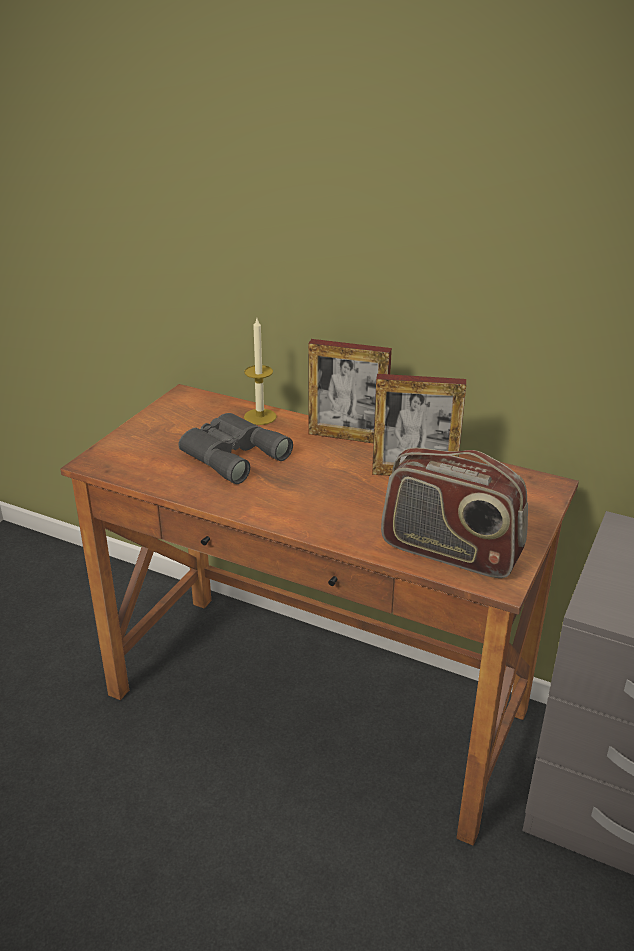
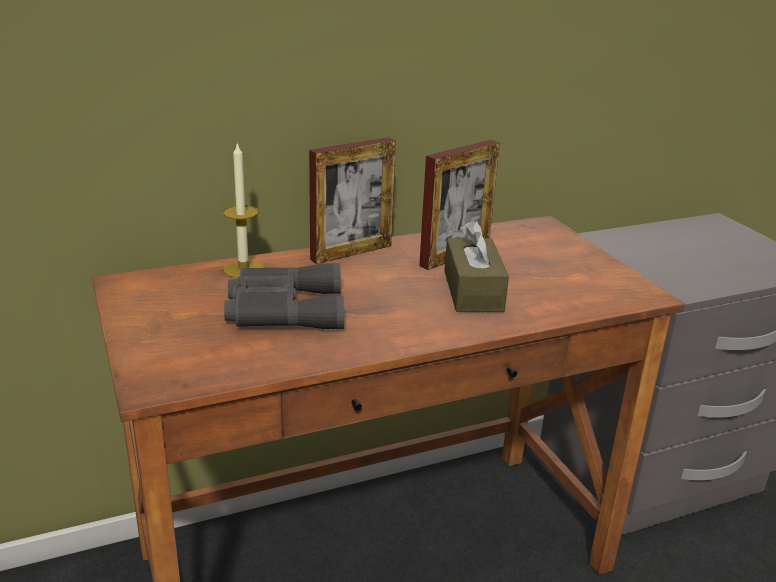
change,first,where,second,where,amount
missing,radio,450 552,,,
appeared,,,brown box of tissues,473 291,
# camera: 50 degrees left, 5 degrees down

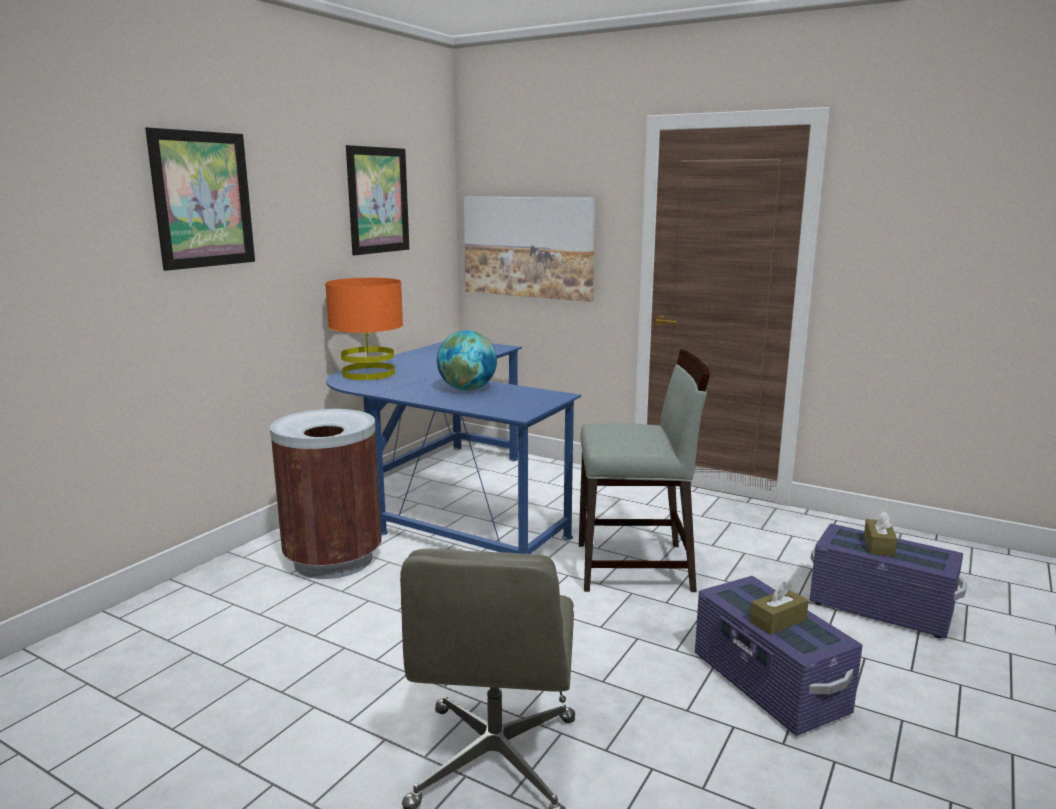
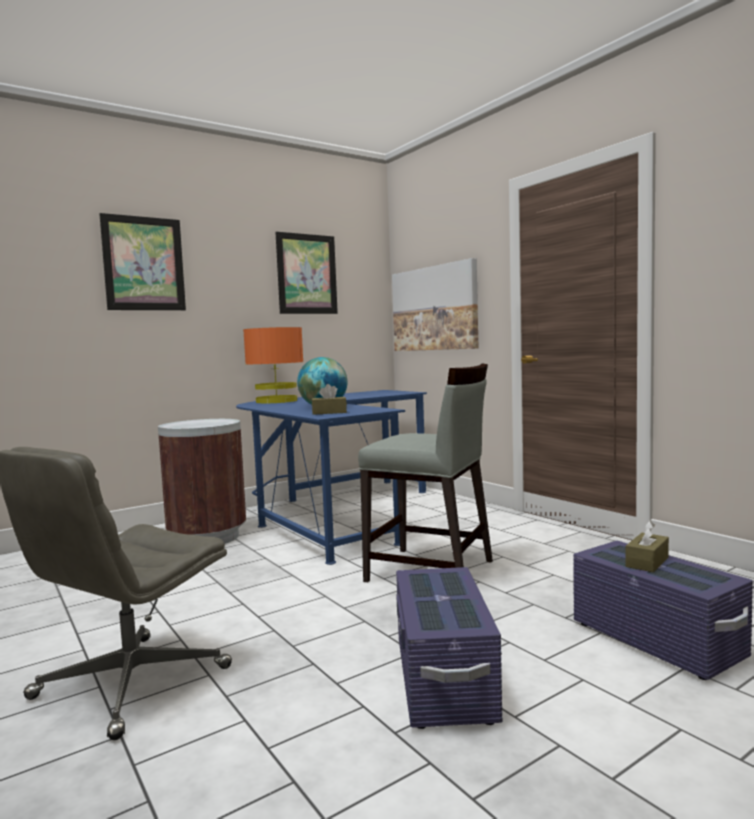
change,first,where,second,where,amount
relocated,brown box of tissues,777 621,,329 412,
# camera: 25 degrees right, 10 degrees down

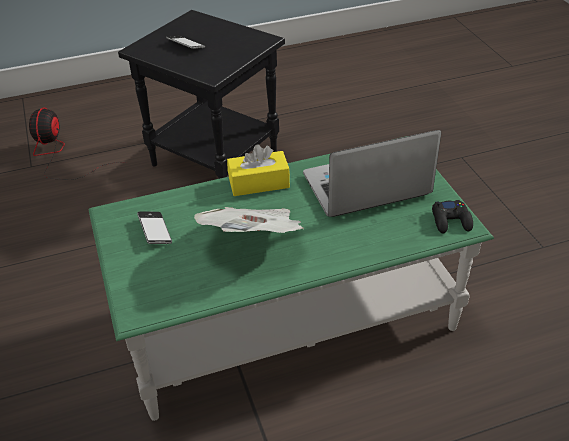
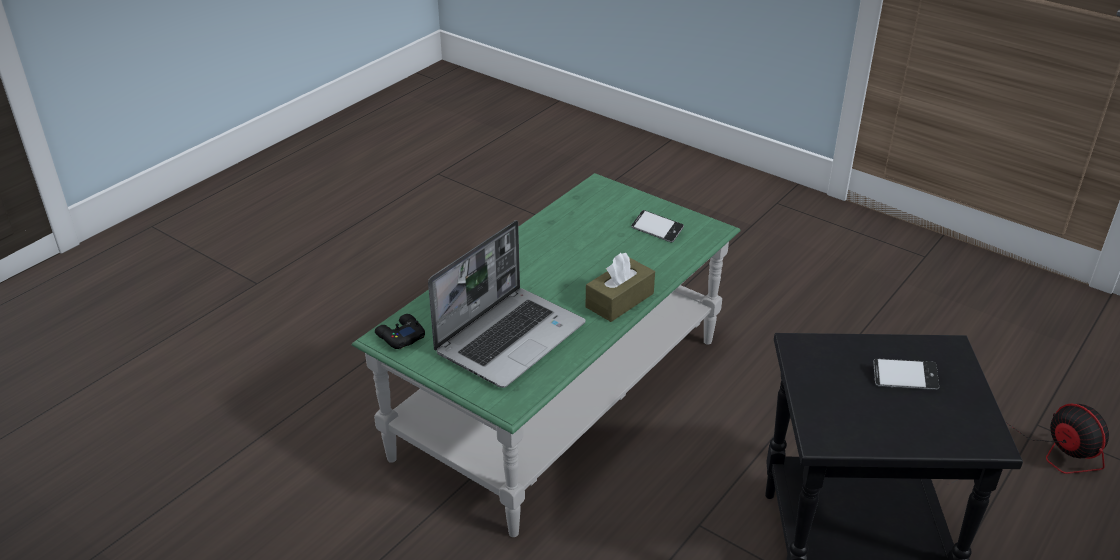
change,first,where,second,where,amount
missing,printed paper,254 240,,,
colour,yellow-coloured box of tissues,259 183,brown box of tissues,619 300,
# camera: 145 degrees right, 5 degrees down

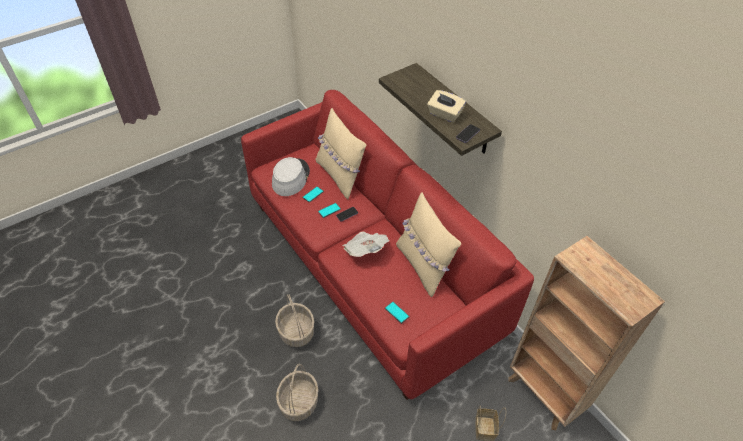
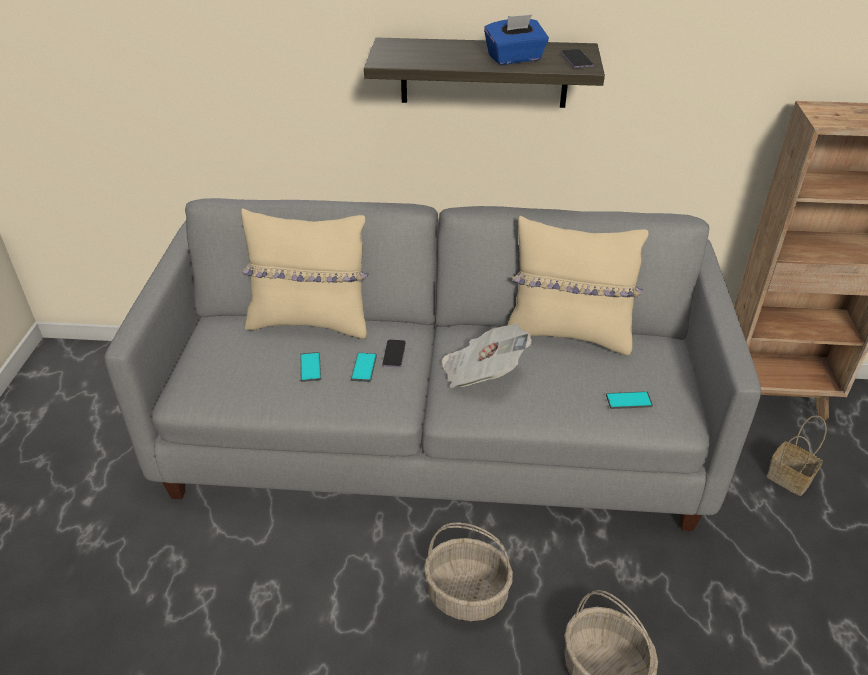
change,first,where,second,where,amount
colour,red-coloured sofa,371 266,greyish sofa,435 435,
missing,greyish wearable hat,290 178,,,
colour,sand-coloured box of tissues,444 114,bluish box of tissues,515 58,
# camera: 50 degrees left, 10 degrees down

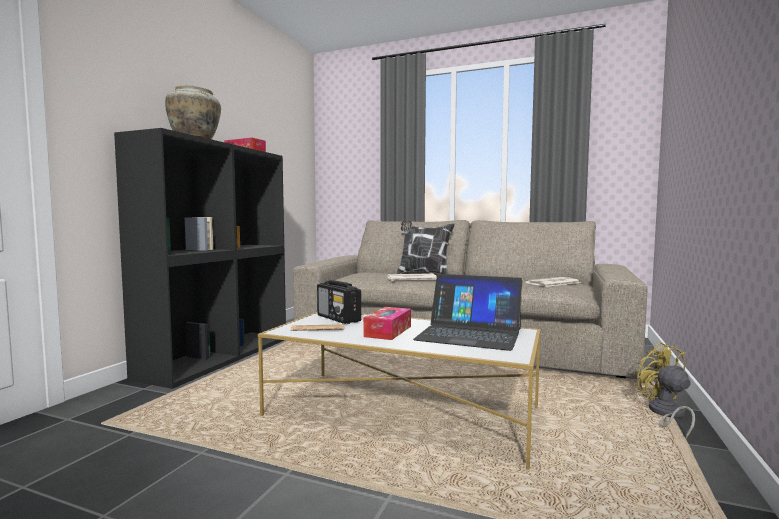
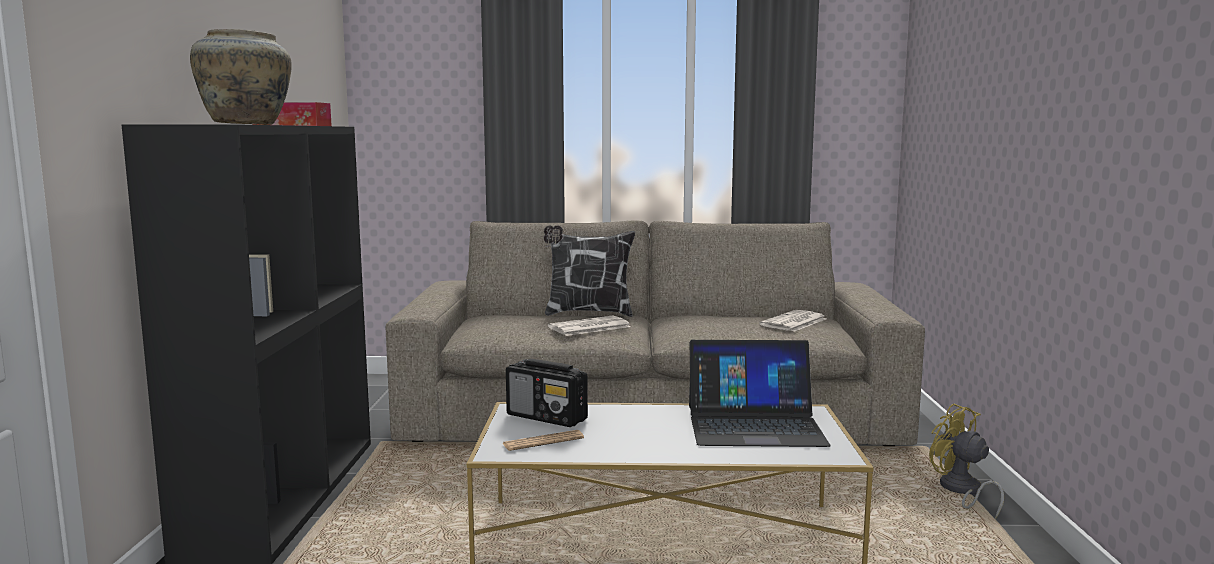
change,first,where,second,where,amount
missing,box of tissues,388 331,,,
# camera: 20 degrees left, 5 degrees up

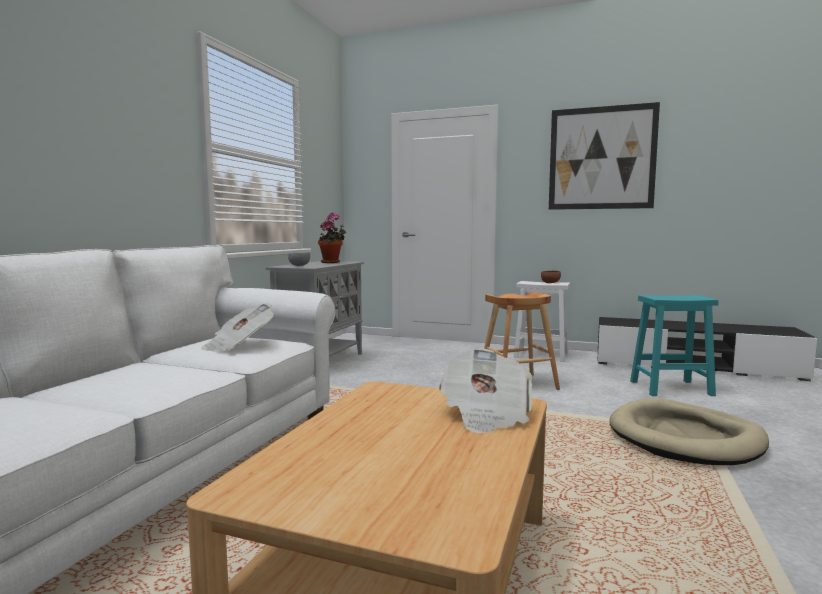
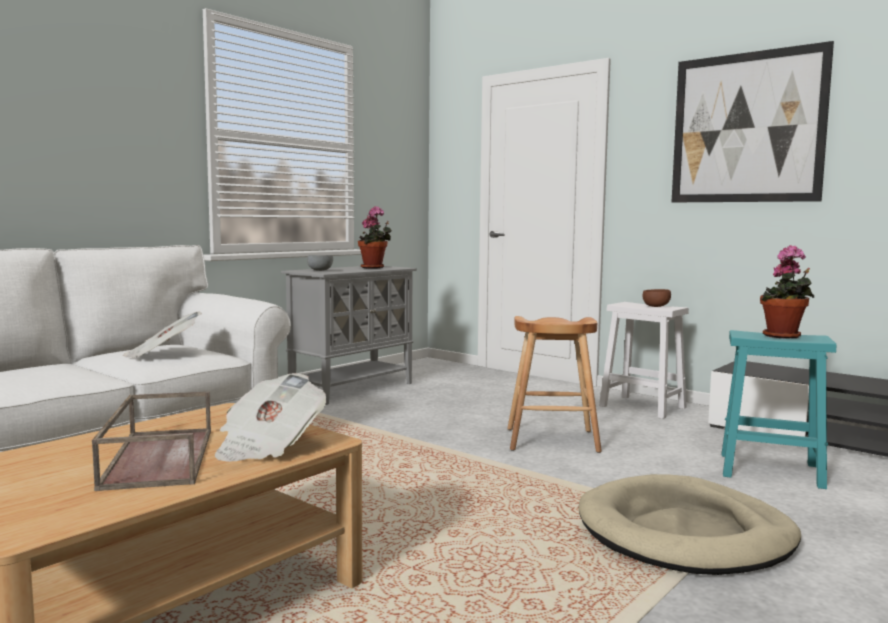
change,first,where,second,where,amount
appeared,,,brown carrying tray,158 457,
appeared,,,houseplant,783 336,
# camera: 20 degrees right, 0 degrees up

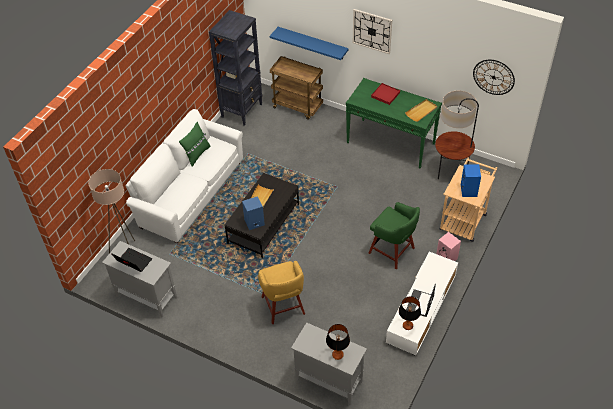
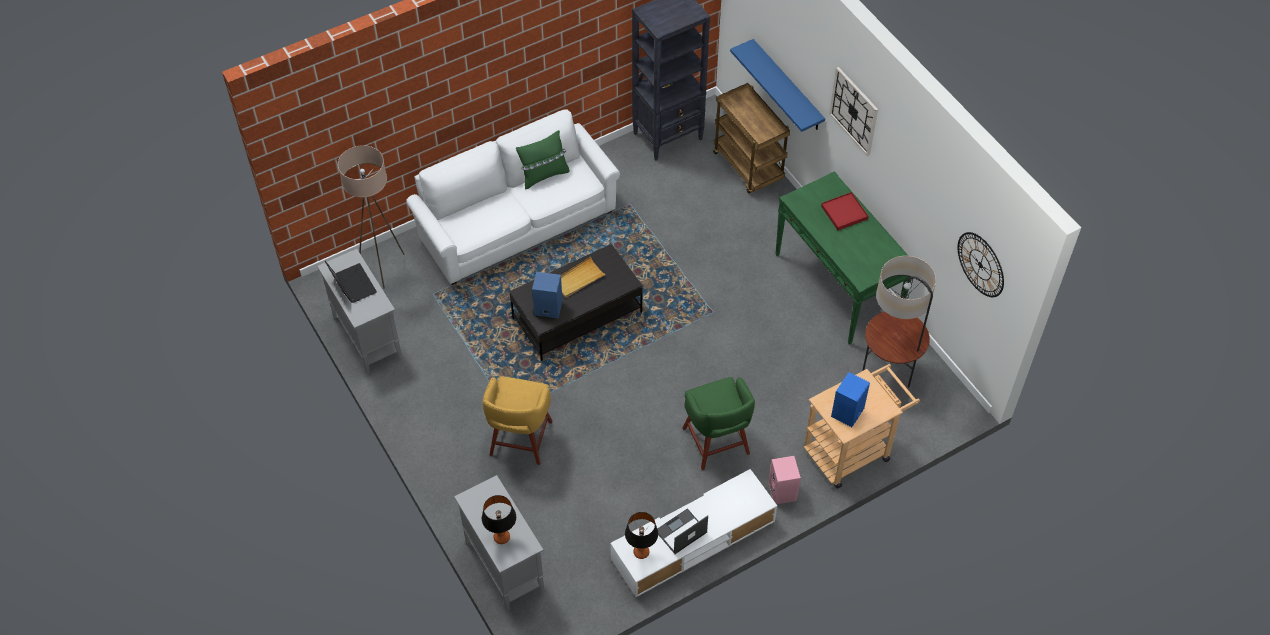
change,first,where,second,where,amount
missing,sand-coloured carrying tray,421 111,,,
# camera: 30 degrees right, 5 degrees up

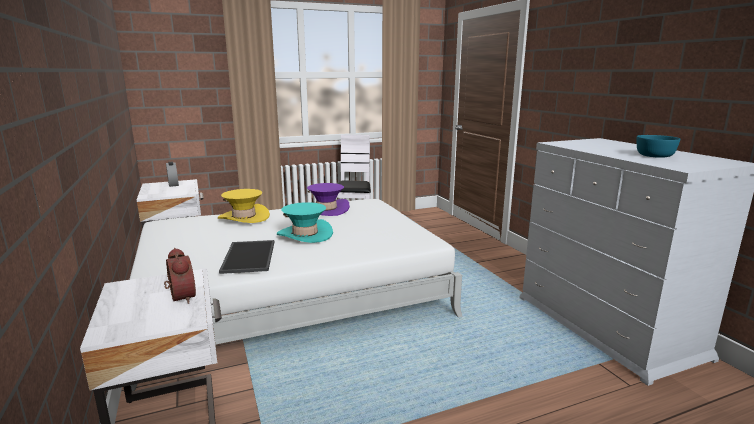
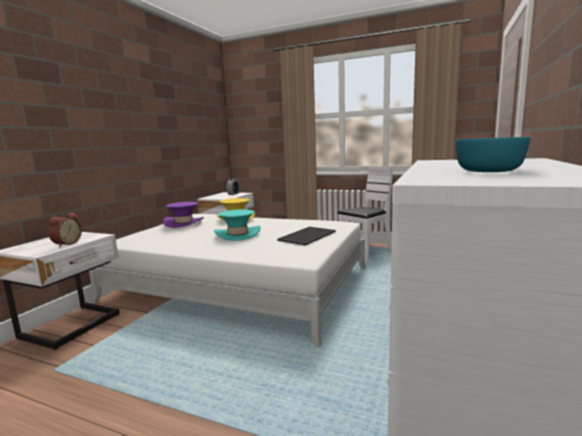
change,first,where,second,where,amount
relocated,carrying tray,247 256,,307 235,
relocated,purplish wearable hat,326 209,,184 223,
# camera: 45 degrees right, 5 degrees down

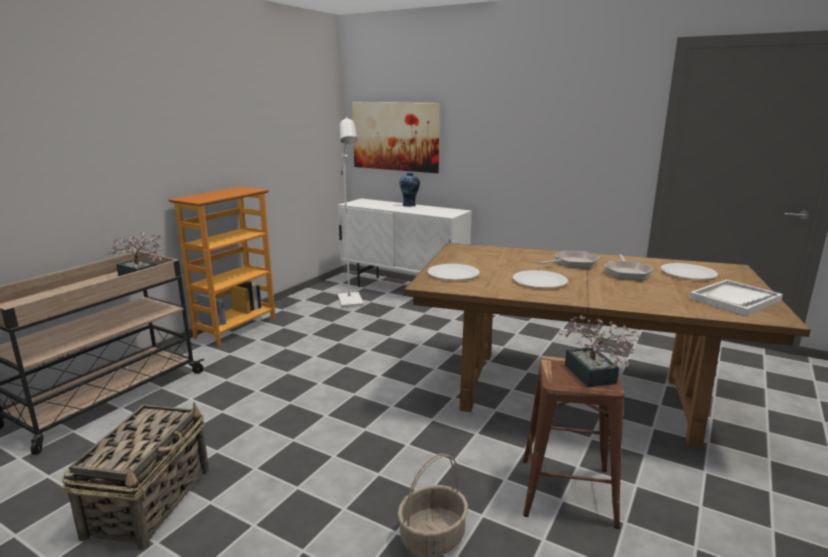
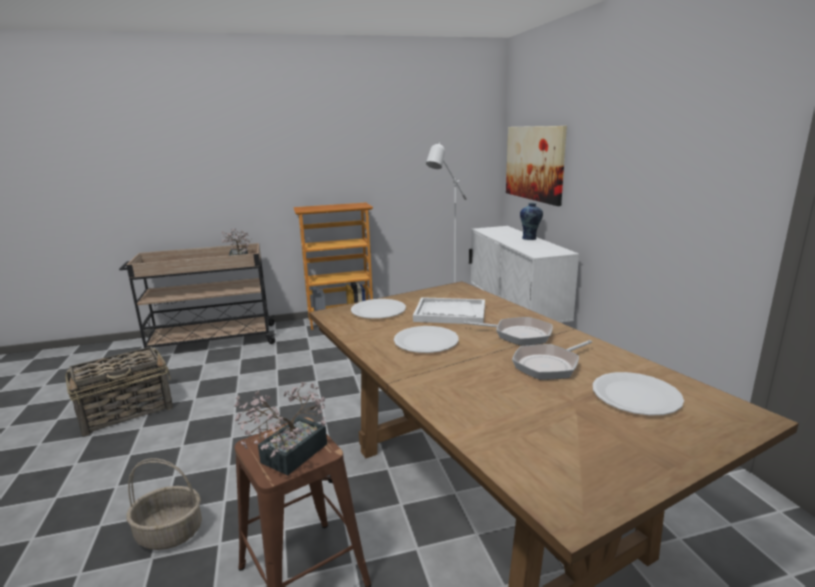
change,first,where,second,where,amount
relocated,white carrying tray,735 299,,450 313,
# camera: 45 degrees right, 0 degrees up

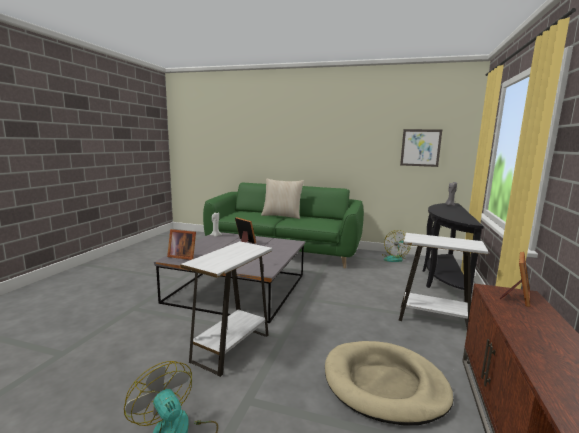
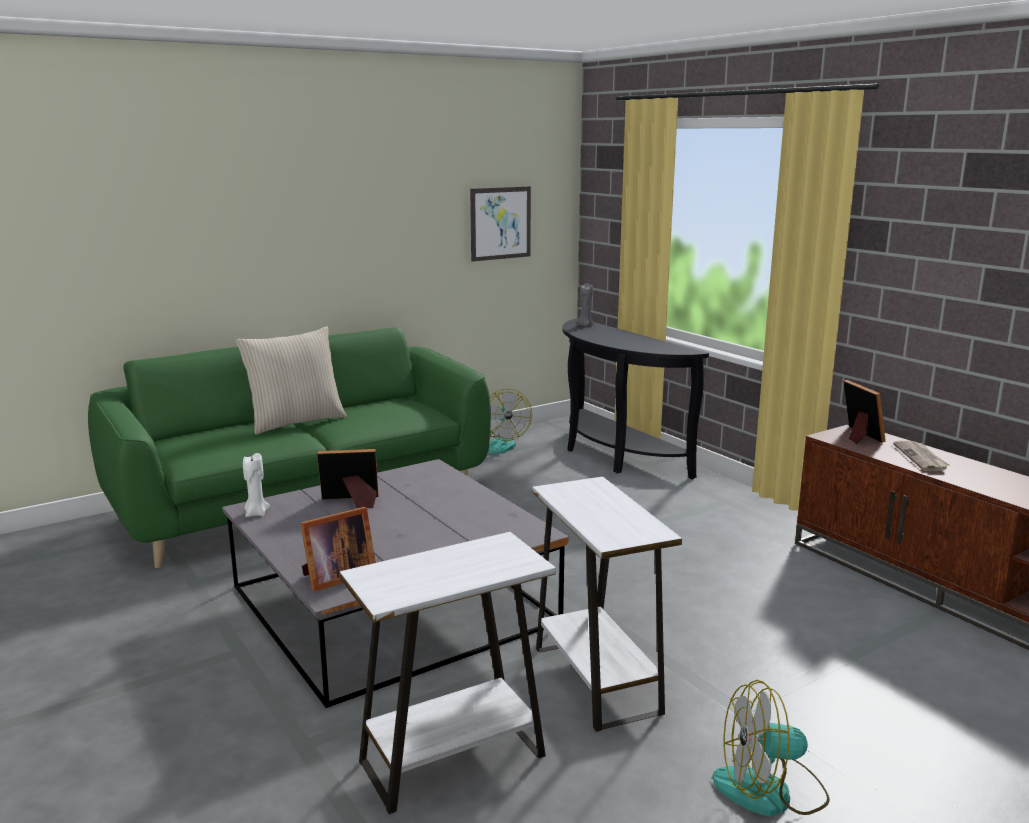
change,first,where,second,where,amount
missing,sand-coloured dog cushion,384 384,,,
relocated,white end table,433 320,,452 759,
appeared,,,printed paper,921 458,
# camera: 50 degrees left, 5 degrees up

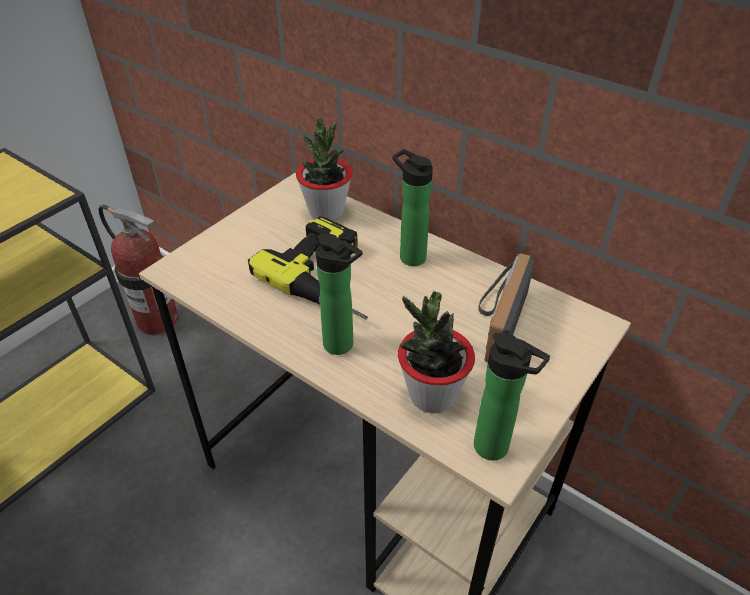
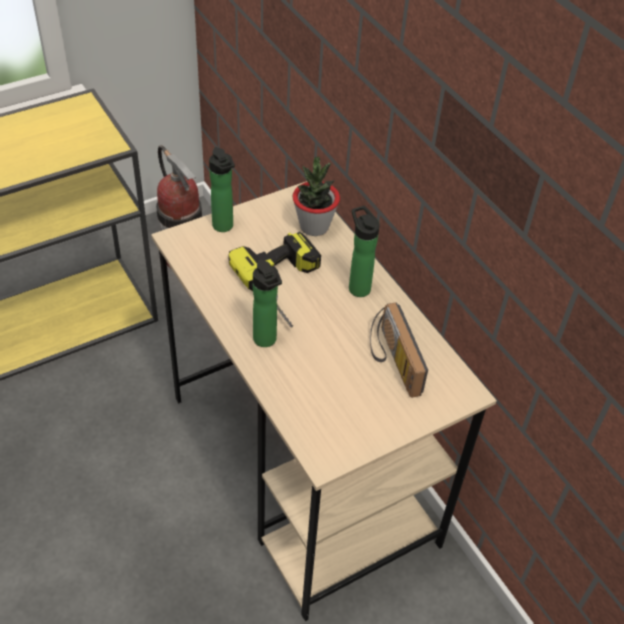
change,first,where,second,where,amount
missing,houseplant,431 395,,,
relocated,beverage bottle,496 449,,224 227,
spun,radio,496 319,,391 361,60 degrees counterclockwise
# camera: 20 degrees right, 5 degrees up

